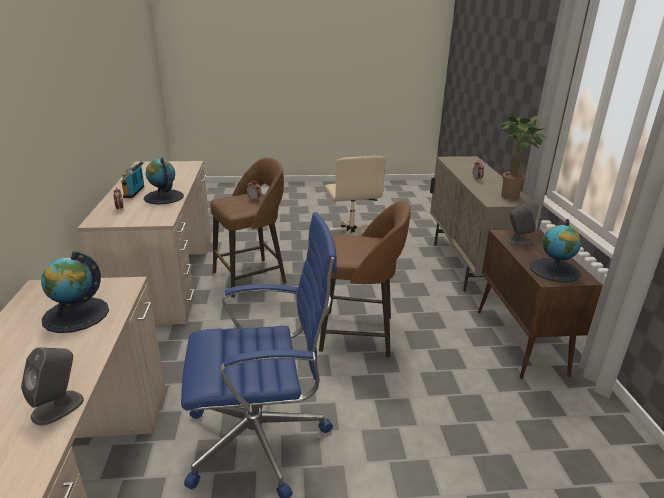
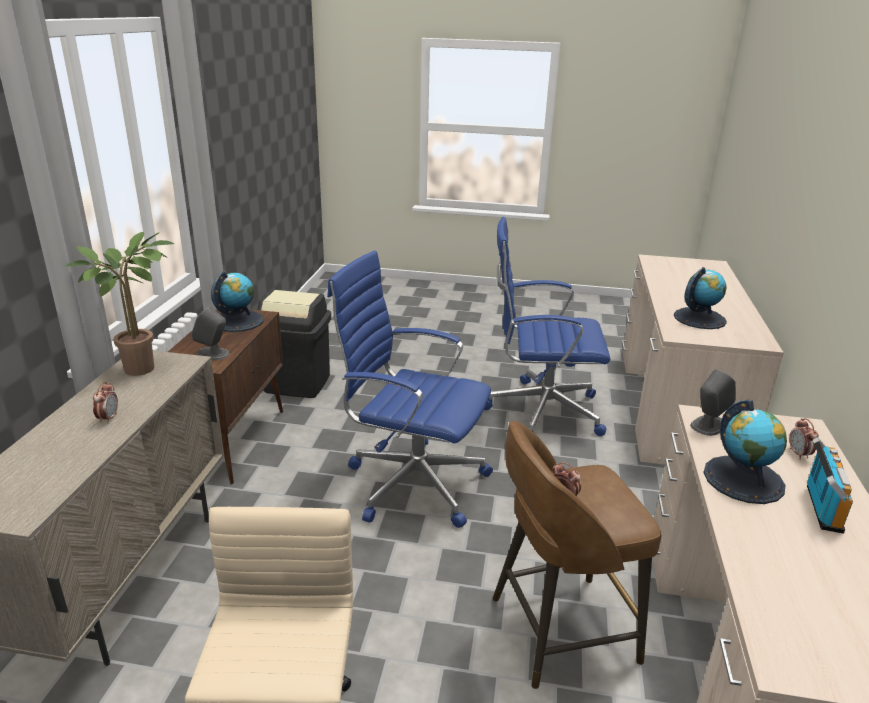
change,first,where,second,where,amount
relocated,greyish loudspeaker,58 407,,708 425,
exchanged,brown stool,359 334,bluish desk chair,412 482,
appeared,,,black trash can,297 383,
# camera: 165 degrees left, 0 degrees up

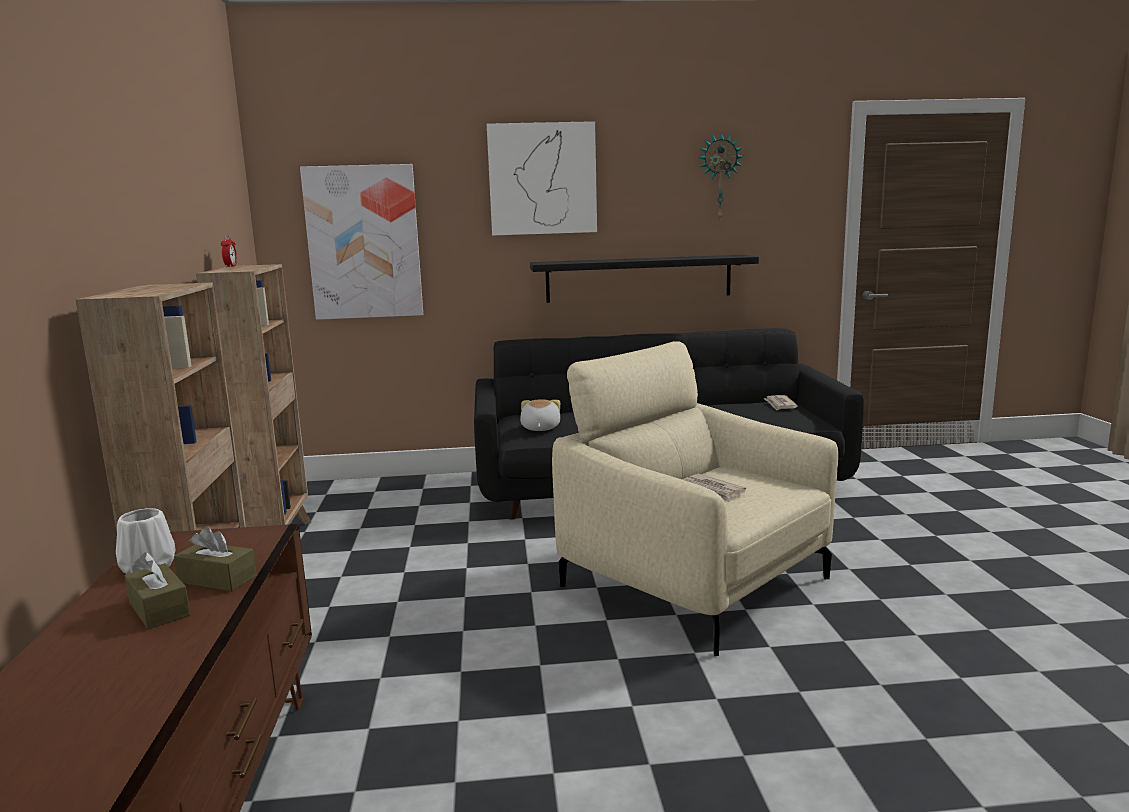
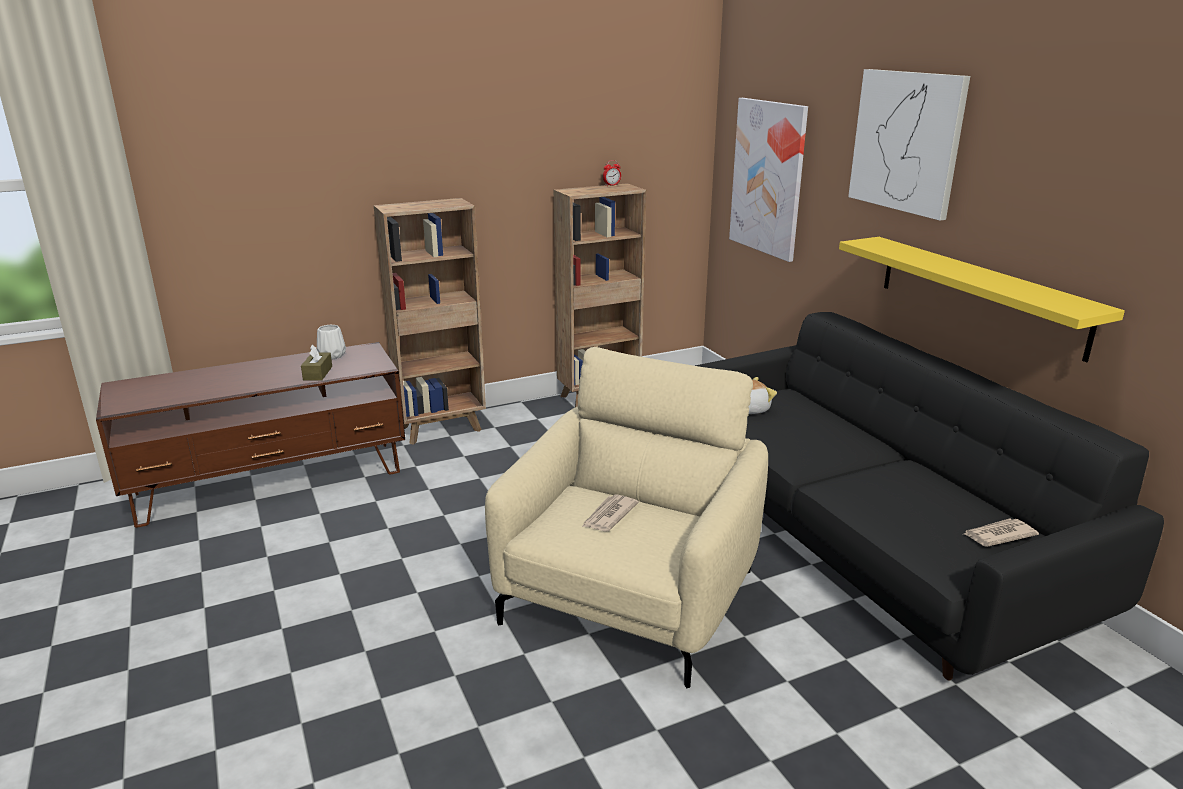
change,first,where,second,where,amount
missing,brown box of tissues,159 609,,,
colour,black shelf,638 278,yellow-coloured shelf,979 294,
missing,wall clock,719 177,,,
# camera: 70 degrees right, 10 degrees up

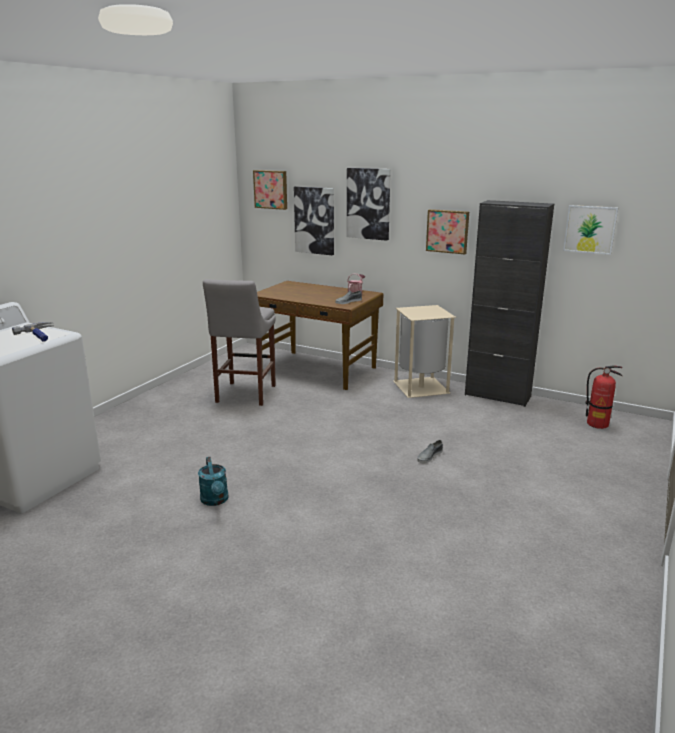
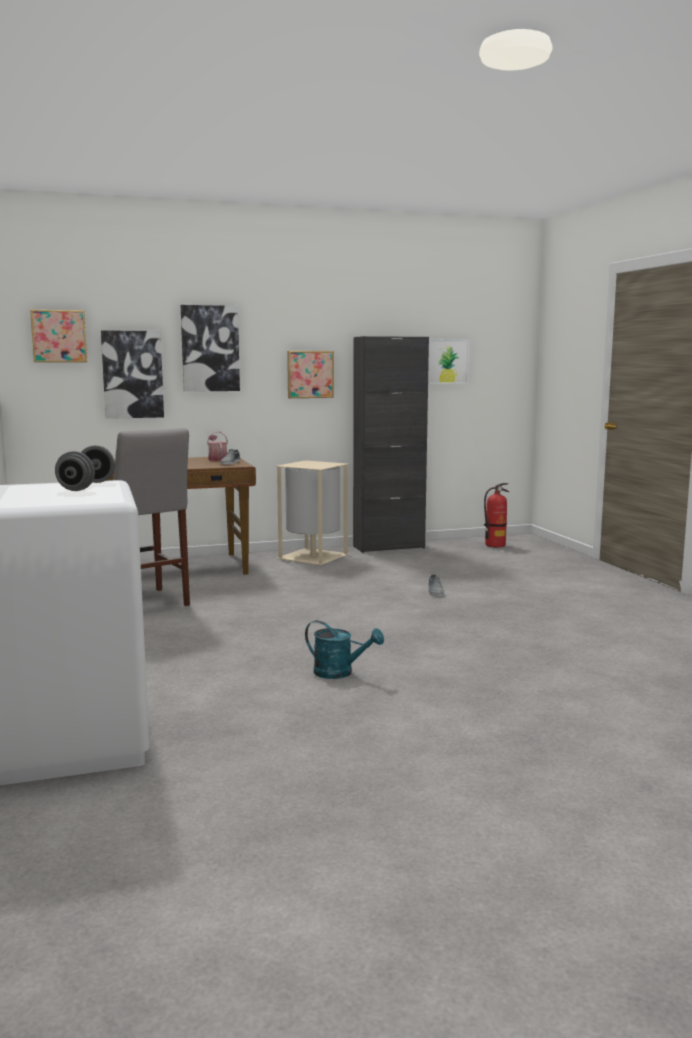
change,first,where,second,where,amount
exchanged,hammer,40 336,greyish hand weight,87 486,
# camera: 45 degrees left, 10 degrees down

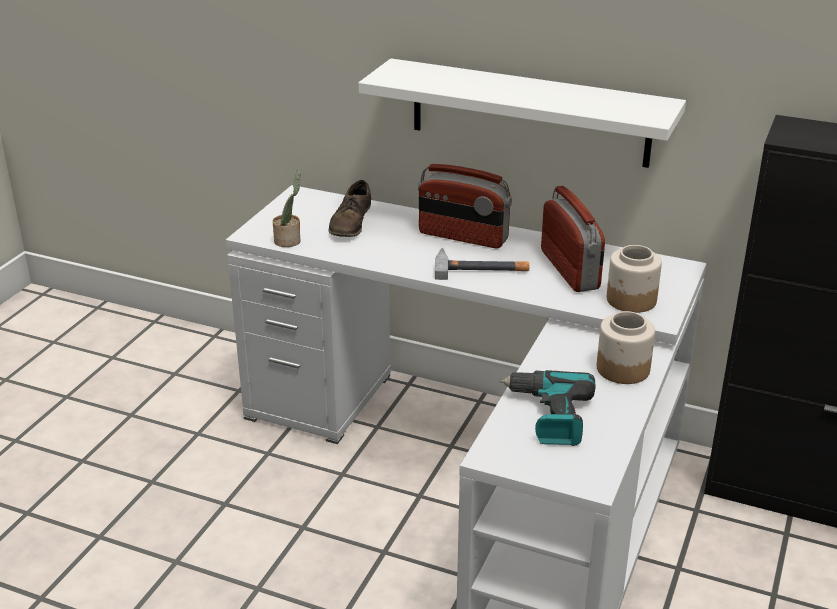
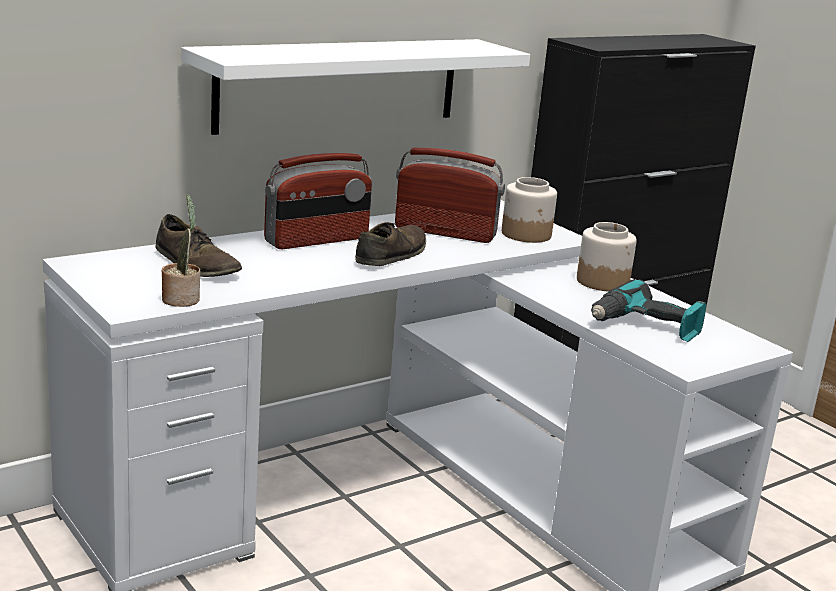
change,first,where,second,where,amount
exchanged,hammer,481 268,brown item of footwear,391 254,
# camera: 60 degrees left, 10 degrees down

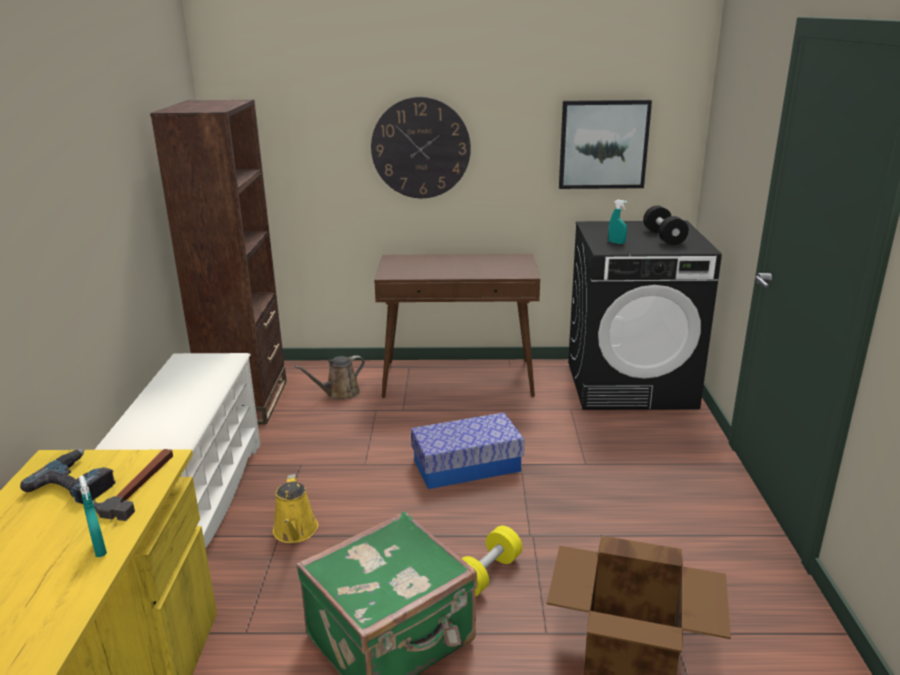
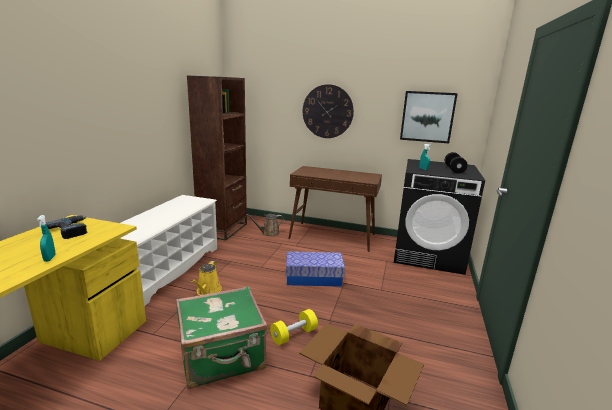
change,first,where,second,where,amount
missing,hammer,139 485,,,
# camera: 15 degrees right, 5 degrees down

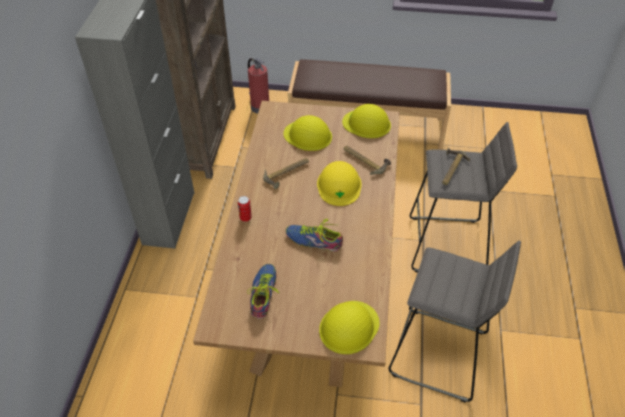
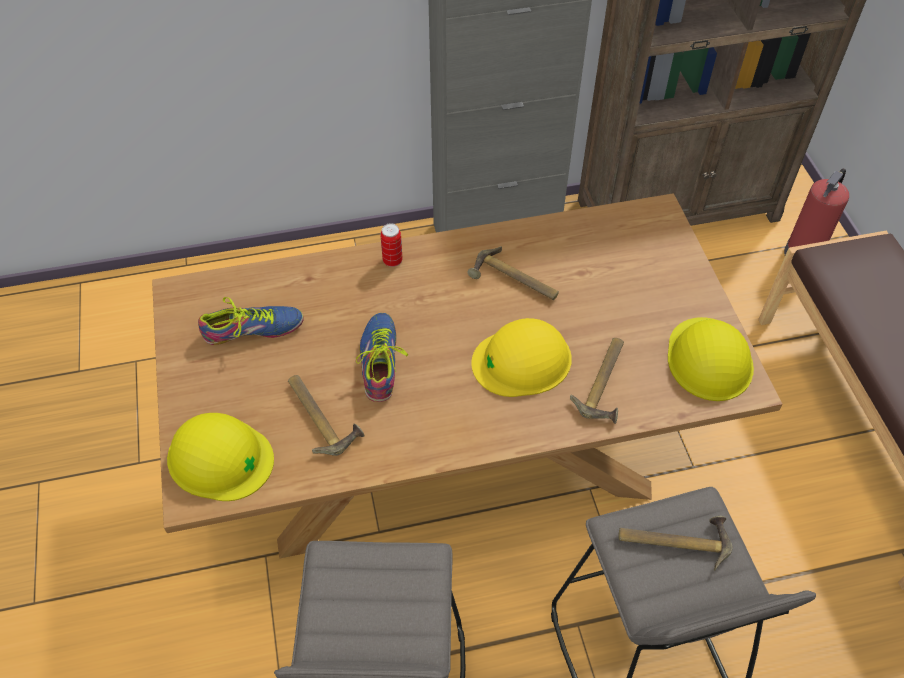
change,first,where,second,where,amount
missing,yellow-coloured safety helmet,308 135,,,
appeared,,,hammer,321 415,
# camera: 70 degrees right, 5 degrees up

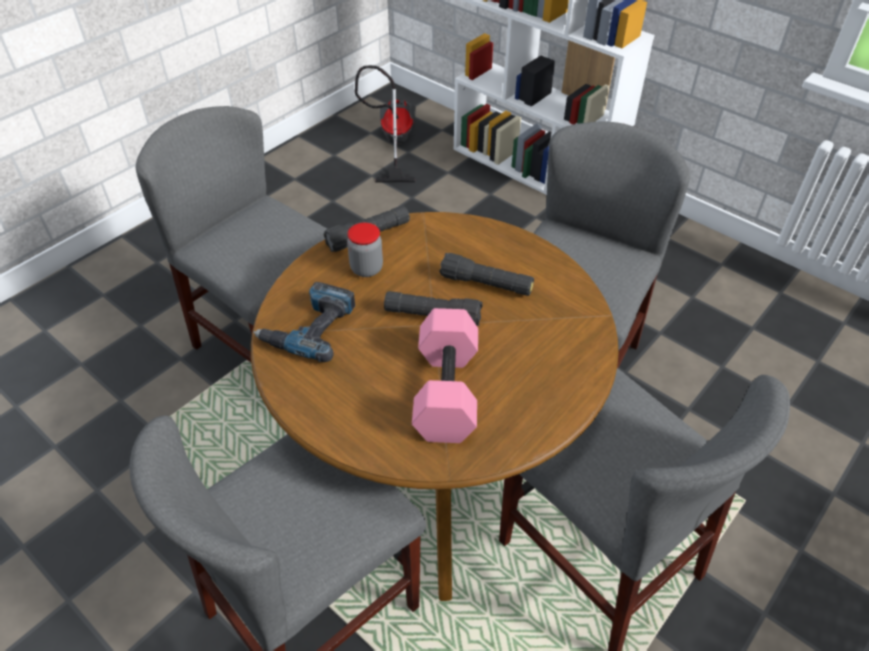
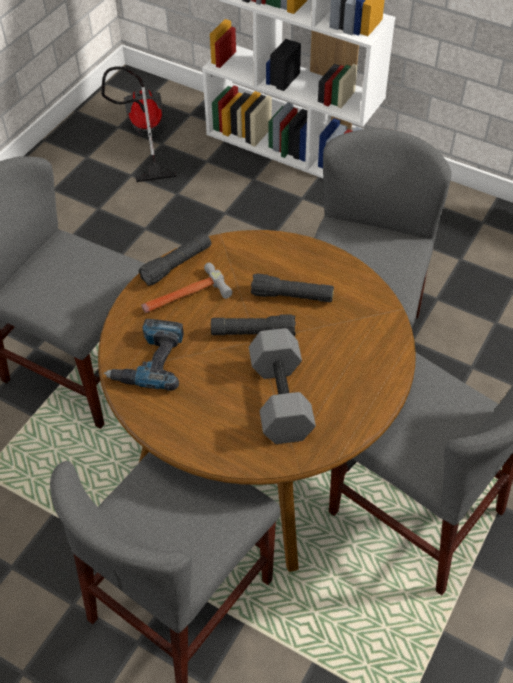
change,first,where,second,where,amount
exchanged,storage jar,366 268,hammer,184 297,
colour,pinkish hand weight,444 390,greyish hand weight,279 398,
# camera: 10 degrees left, 5 degrees up

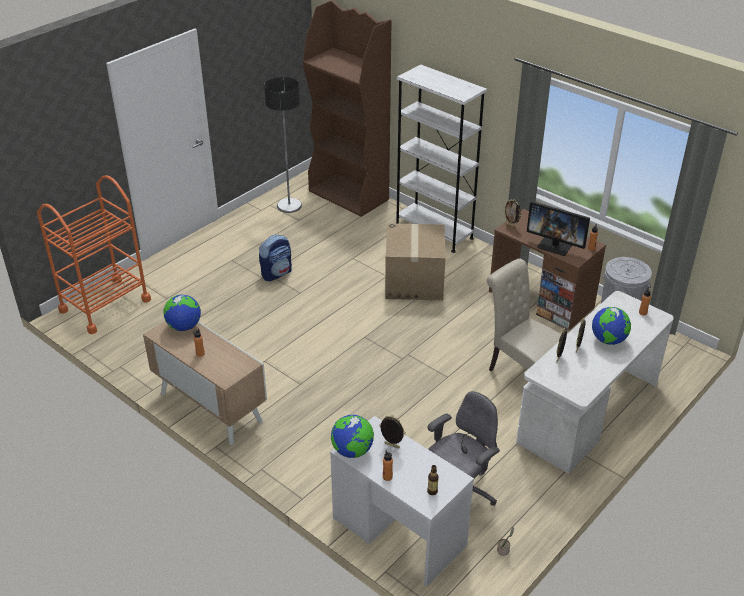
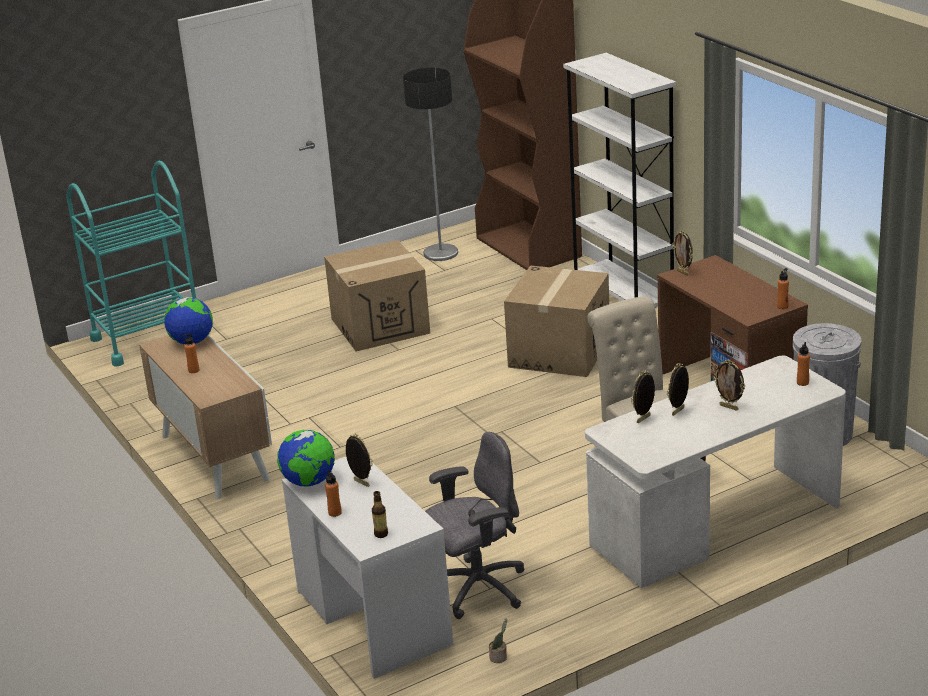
change,first,where,second,where,amount
colour,orange-coloured cart,105 305,blue-green cart,148 338,
exchanged,backpack,277 273,cardboard box,380 326,
missing,computer screen,555 245,,,
exchanged,world globe,608 340,standing frame,729 407,
# camera: 20 degrees right, 10 degrees down

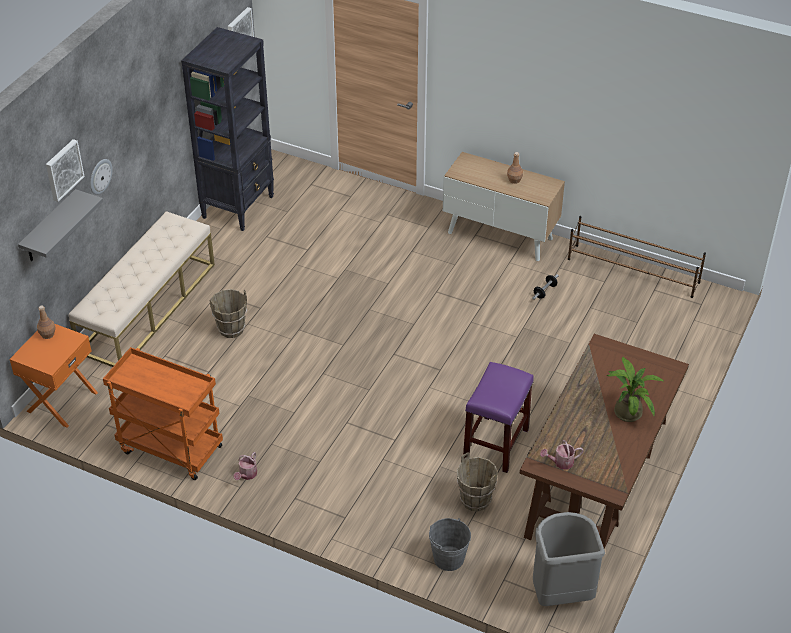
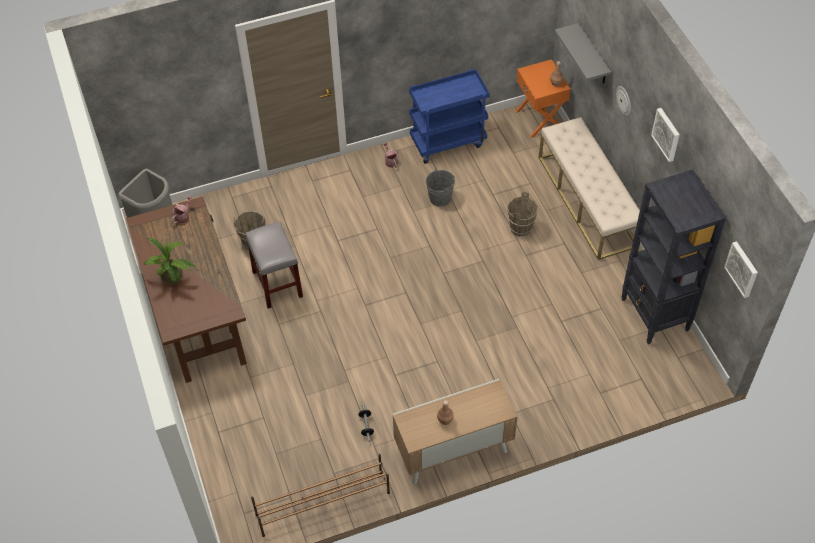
change,first,where,second,where,amount
relocated,wall picture,63 169,,667 134,
colour,orange-coloured cart,169 449,bluish cart,448 141,
relocated,greyish pail,448 558,,440 198,
colour,purplish stool,495 443,greyish stool,278 284,
# camera: 135 degrees right, 10 degrees up

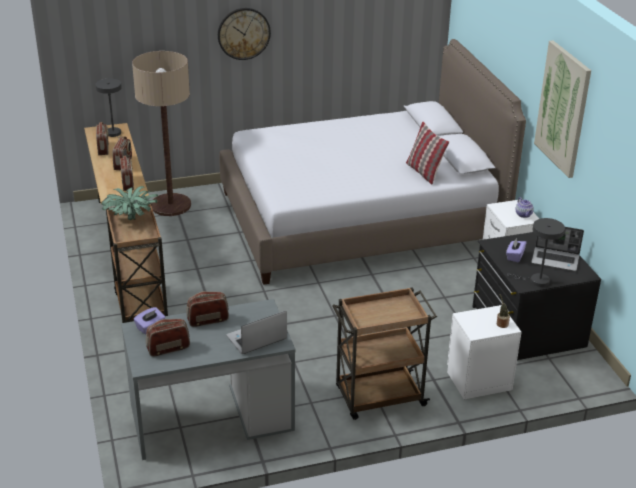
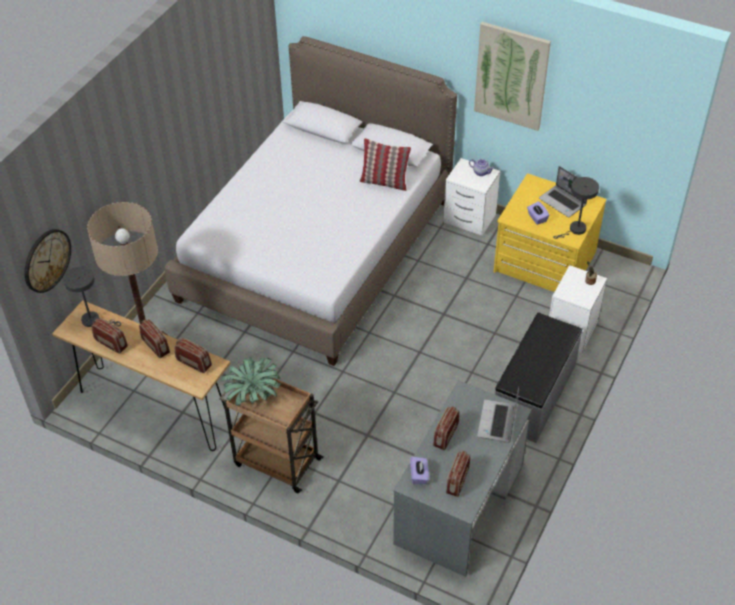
change,first,where,second,where,amount
relocated,wall clock,243 33,,46 260,
exchanged,brown cart,378 397,greyish bench,534 395,
colour,black dresser,526 326,yellow-coloured dresser,544 263,
spun,portable computer,556 260,,563 202,75 degrees clockwise
# camera: 45 degrees left, 15 degrees up

